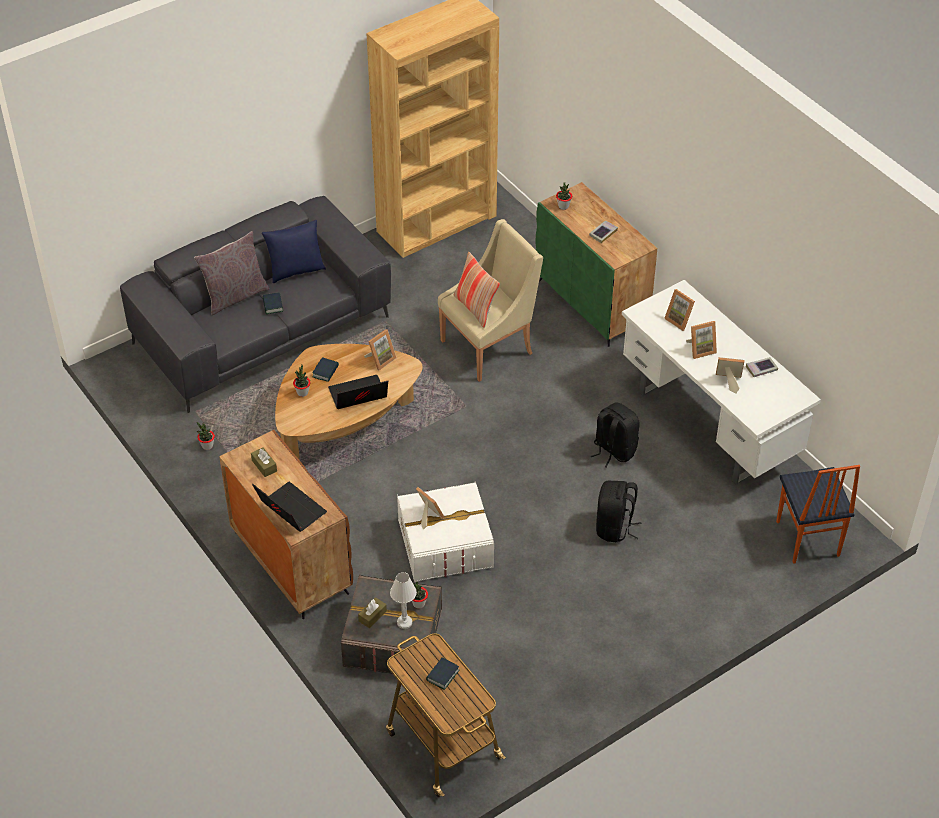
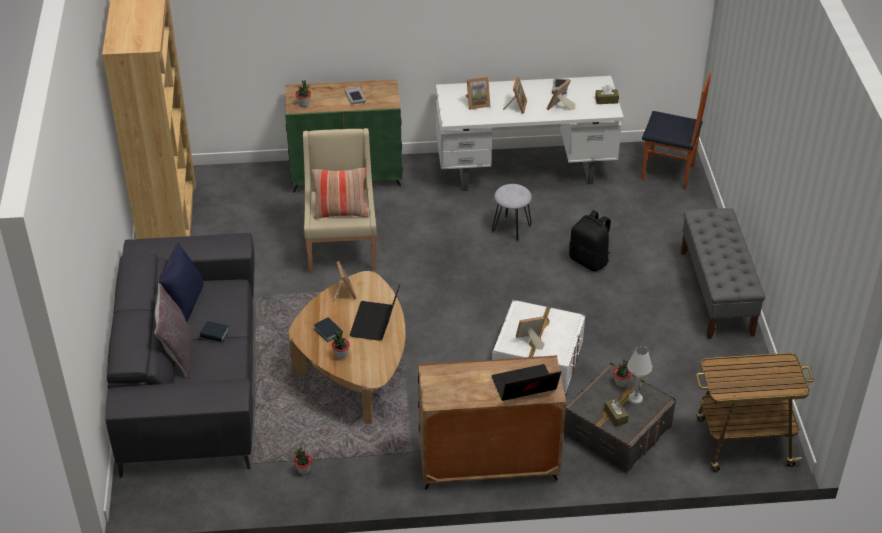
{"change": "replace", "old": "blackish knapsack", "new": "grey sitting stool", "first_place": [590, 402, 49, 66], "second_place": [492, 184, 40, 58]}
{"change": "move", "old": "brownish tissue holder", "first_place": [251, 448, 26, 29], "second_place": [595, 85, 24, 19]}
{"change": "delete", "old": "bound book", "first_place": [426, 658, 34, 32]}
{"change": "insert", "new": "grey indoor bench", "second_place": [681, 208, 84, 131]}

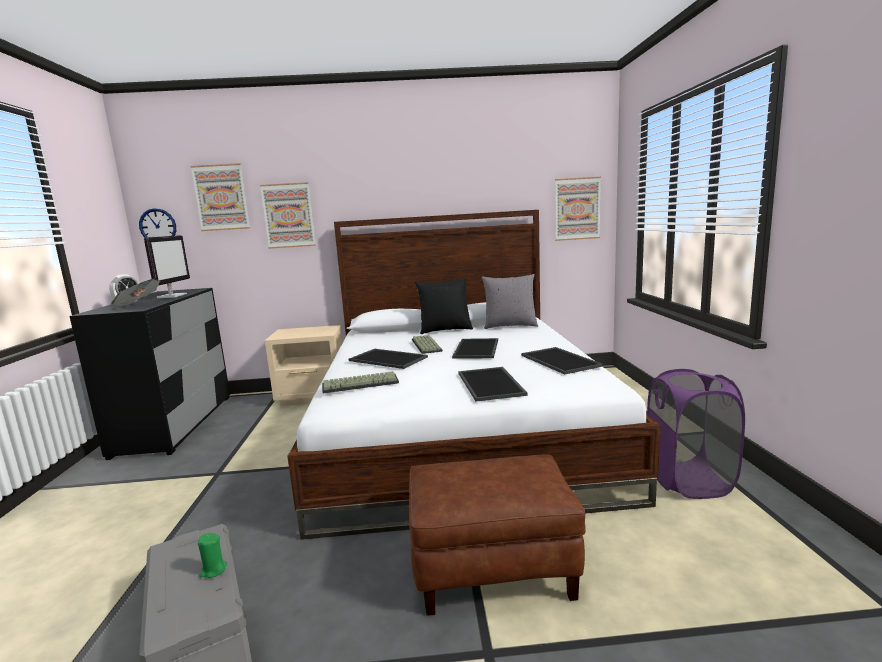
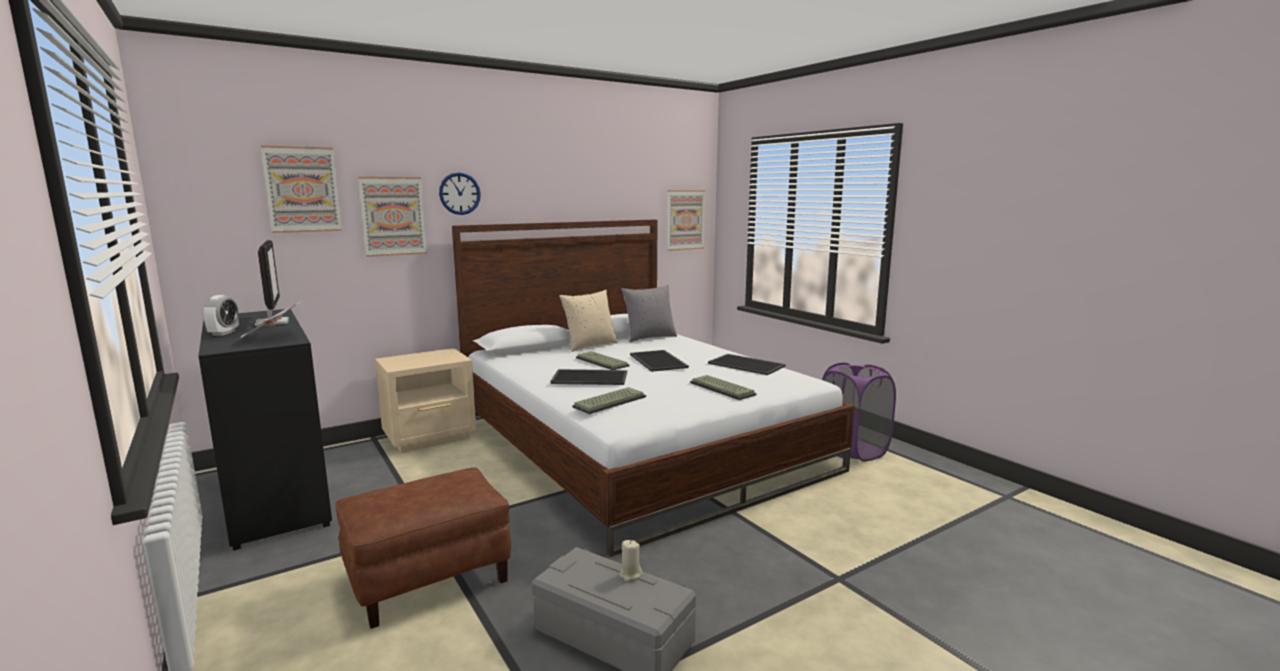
{"change": "move", "old": "clock on the wall", "first_place": [139, 208, 37, 30], "second_place": [439, 172, 42, 43]}
{"change": "recolor", "old": "blackish pillow", "new": "sand-coloured pillow", "first_place": [415, 278, 58, 56], "second_place": [559, 290, 59, 62]}
{"change": "replace", "old": "tray", "new": "keyboard", "first_place": [458, 367, 70, 35], "second_place": [690, 375, 67, 25]}
{"change": "move", "old": "brownish footrest", "first_place": [409, 454, 177, 162], "second_place": [336, 468, 175, 161]}
{"change": "recolor", "old": "green-coloured wax candle", "new": "sand-coloured wax candle", "first_place": [198, 533, 29, 45], "second_place": [619, 540, 23, 41]}

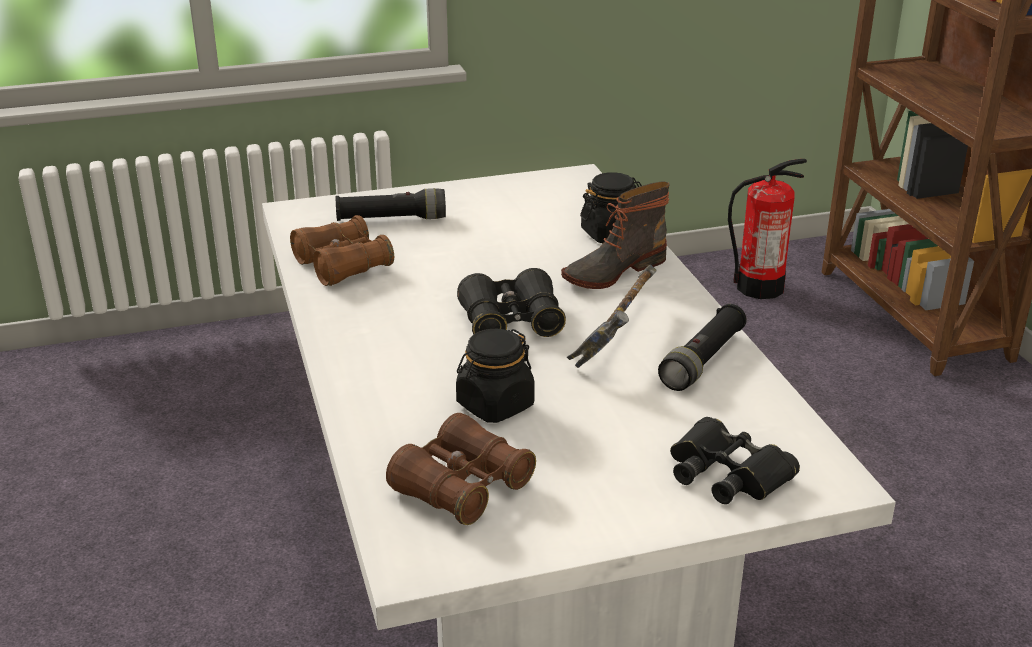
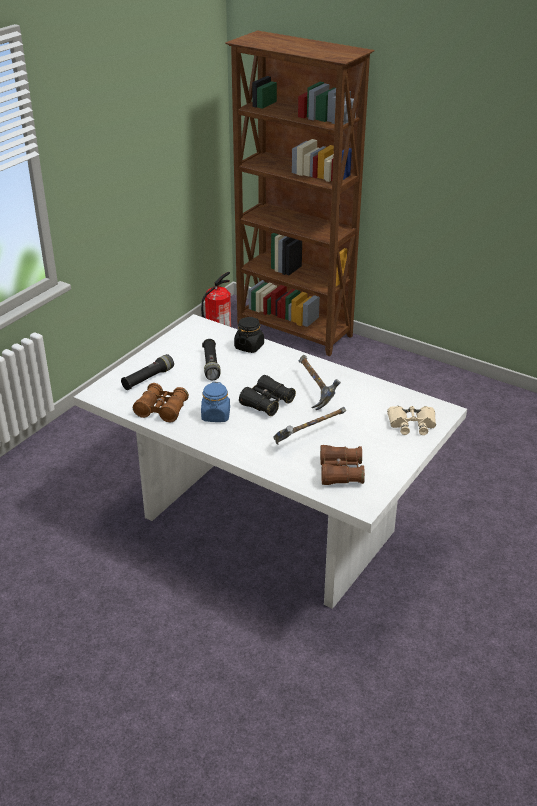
{"change": "delete", "old": "boot", "first_place": [561, 181, 109, 108]}
{"change": "move", "old": "blackish flashlight", "first_place": [658, 304, 89, 87], "second_place": [202, 339, 19, 41]}
{"change": "replace", "old": "blackish jar", "new": "hand hammer", "first_place": [456, 329, 79, 94], "second_place": [273, 407, 73, 38]}
{"change": "recolor", "old": "blackish field glasses", "new": "sand-coloured field glasses", "first_place": [670, 417, 130, 87], "second_place": [387, 406, 49, 29]}
{"change": "insert", "new": "bluish jar", "second_place": [201, 382, 29, 40]}

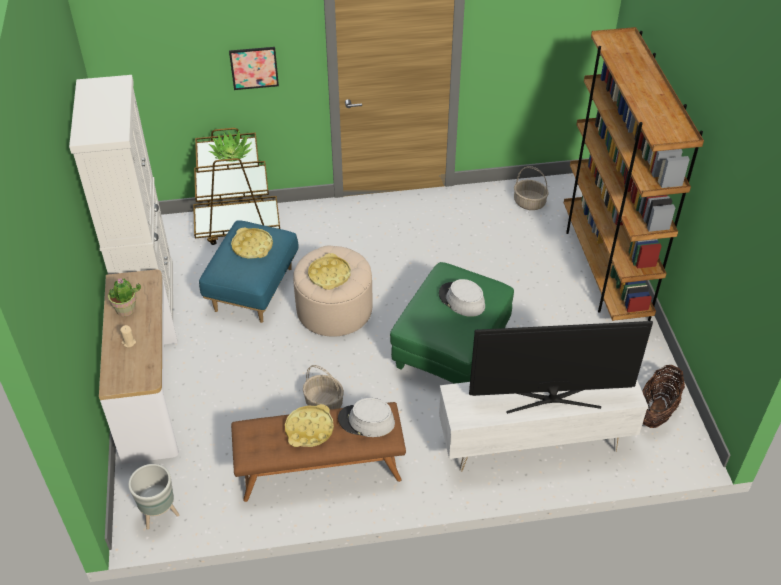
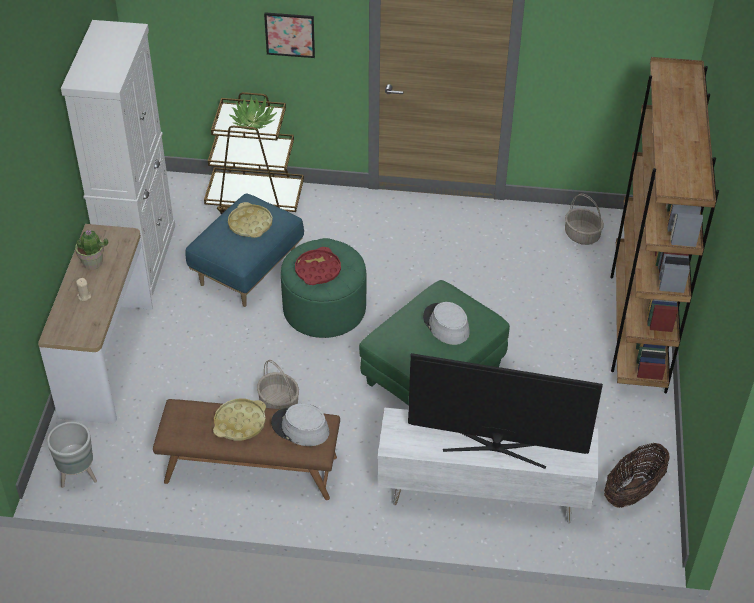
{"change": "recolor", "old": "sand-coloured footrest", "new": "green-coloured footrest", "first_place": [293, 246, 79, 91], "second_place": [281, 238, 85, 100]}
{"change": "recolor", "old": "yellow tray", "new": "reddish tray", "first_place": [308, 253, 43, 37], "second_place": [295, 247, 46, 38]}

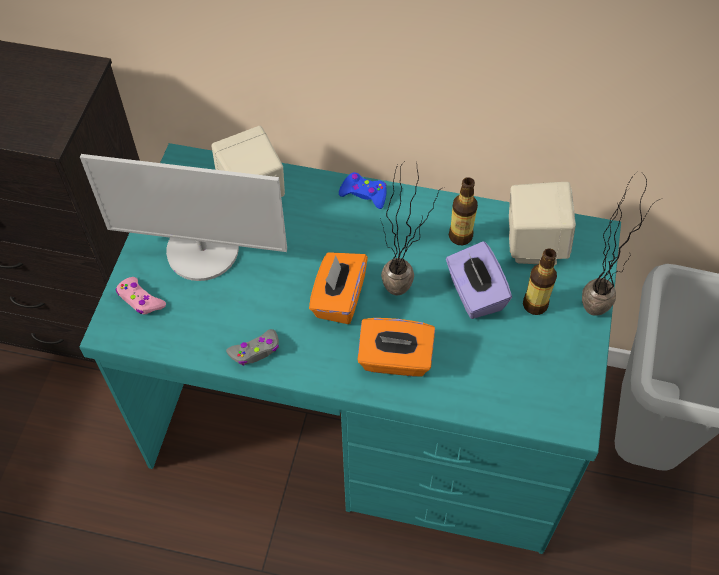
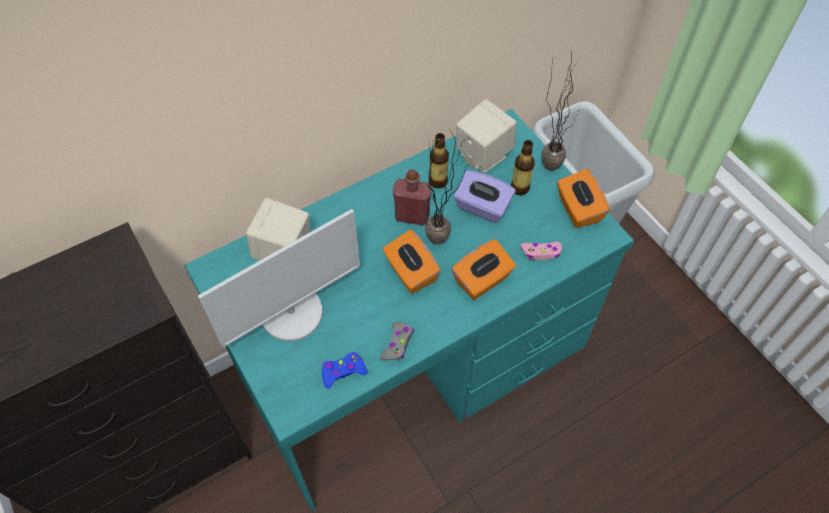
{"change": "move", "old": "bluish joypad", "first_place": [339, 172, 48, 37], "second_place": [322, 352, 45, 37]}
{"change": "move", "old": "pink-coloured joypad", "first_place": [116, 277, 50, 38], "second_place": [521, 241, 41, 19]}
{"change": "insert", "new": "reddish bottle", "second_place": [393, 169, 39, 57]}
{"change": "insert", "new": "orange-coloured tissue holder", "second_place": [557, 169, 53, 59]}

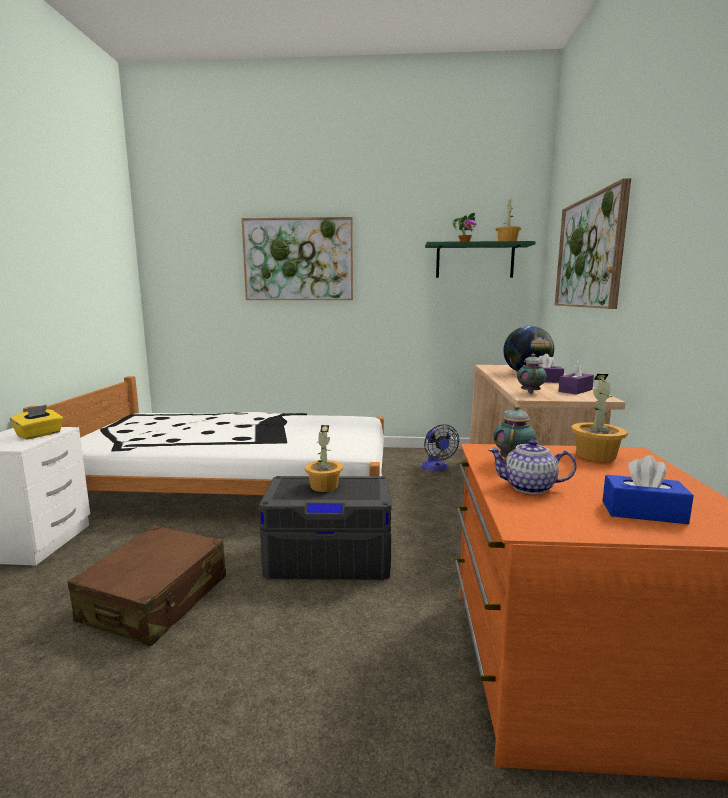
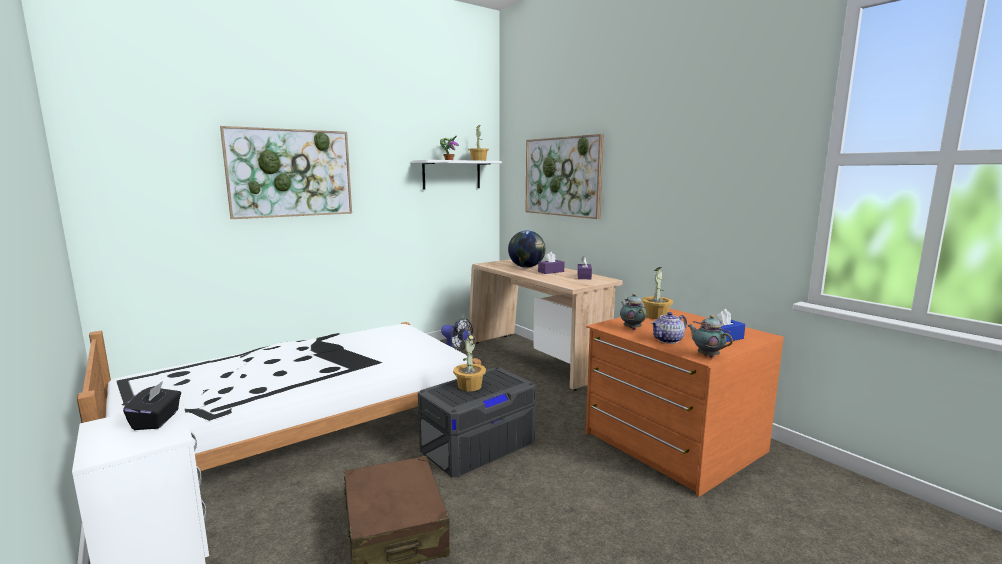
{"change": "recolor", "old": "green-coloured wall shelf", "new": "white wall shelf", "first_place": [425, 241, 111, 37], "second_place": [412, 160, 90, 29]}
{"change": "move", "old": "teapot", "first_place": [517, 354, 30, 40], "second_place": [687, 315, 46, 43]}
{"change": "recolor", "old": "yellow tissue holder", "new": "blackish tissue holder", "first_place": [10, 405, 53, 34], "second_place": [123, 381, 58, 49]}

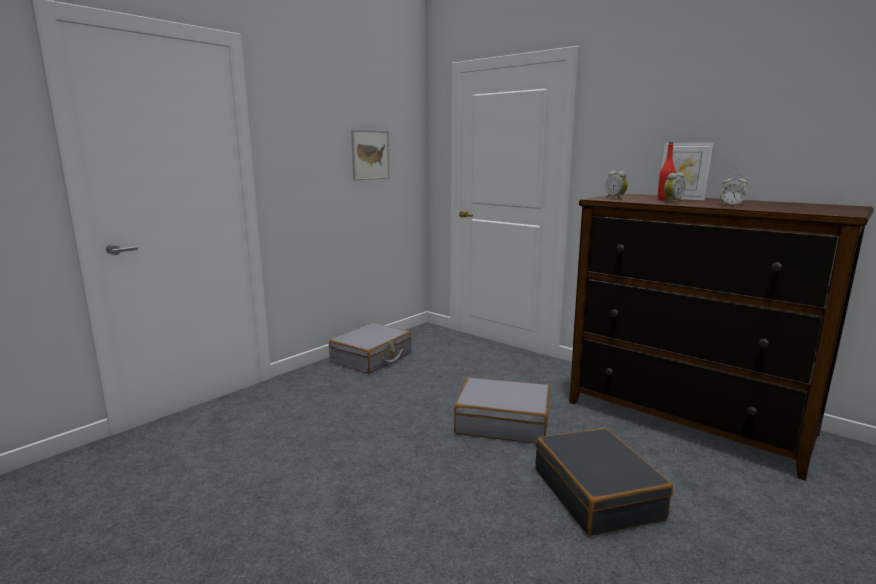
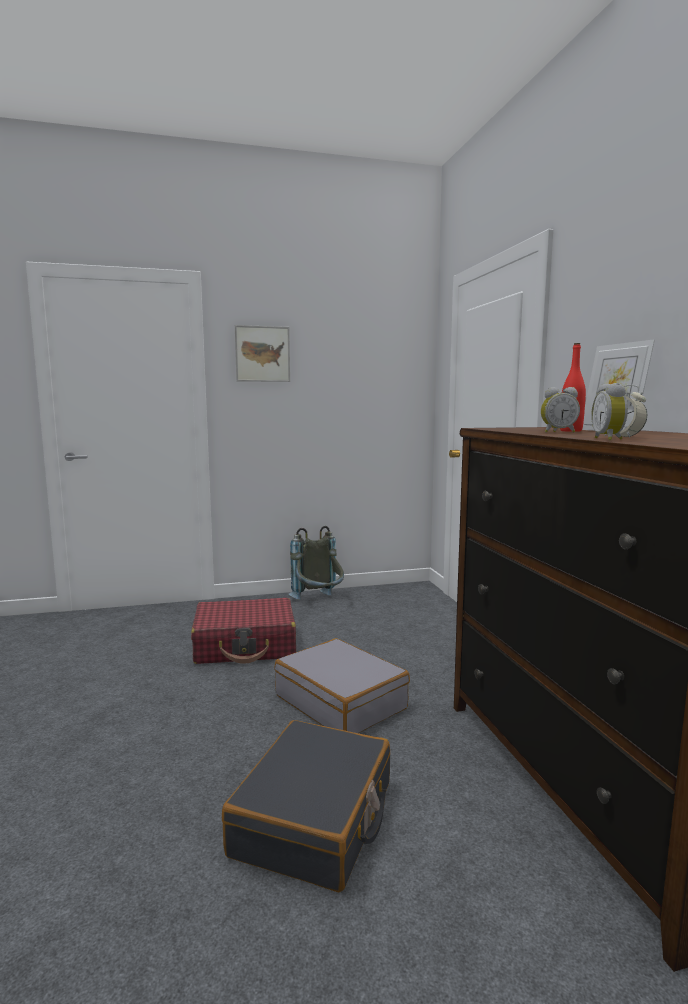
{"change": "move", "old": "picture", "first_place": [351, 130, 39, 50], "second_place": [235, 325, 55, 57]}
{"change": "move", "old": "alarm clock", "first_place": [605, 171, 23, 28], "second_place": [591, 383, 37, 57]}
{"change": "replace", "old": "grey suitcase", "new": "grey knapsack", "first_place": [329, 323, 82, 51], "second_place": [289, 526, 55, 74]}
{"change": "insert", "new": "reddish suitcase", "second_place": [191, 598, 105, 66]}

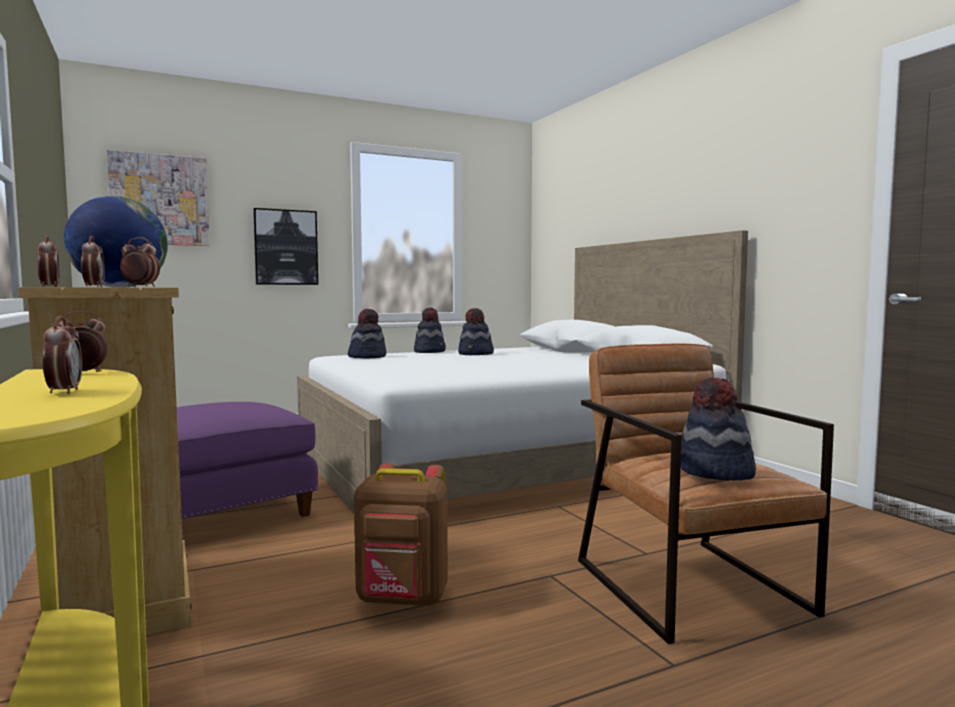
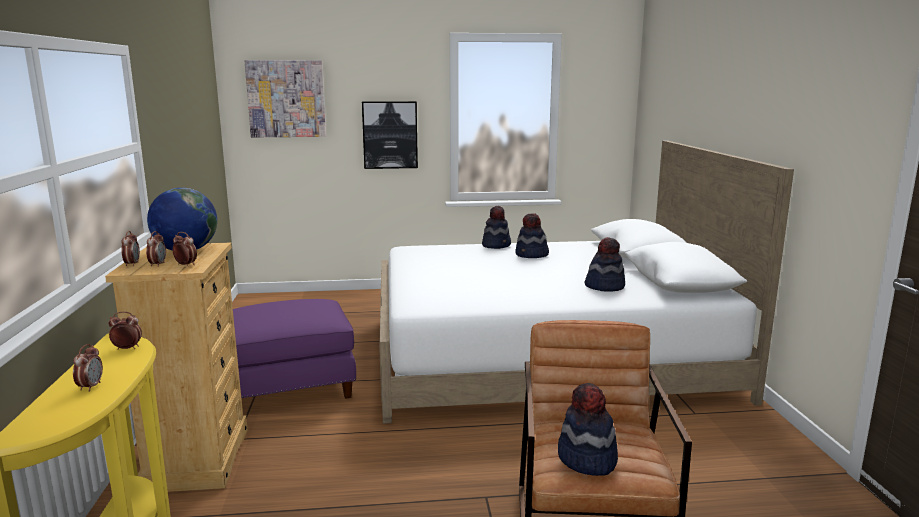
{"change": "move", "old": "clothing hat", "first_place": [348, 309, 38, 49], "second_place": [585, 237, 40, 55]}
{"change": "delete", "old": "brownish knapsack", "first_place": [354, 463, 94, 144]}

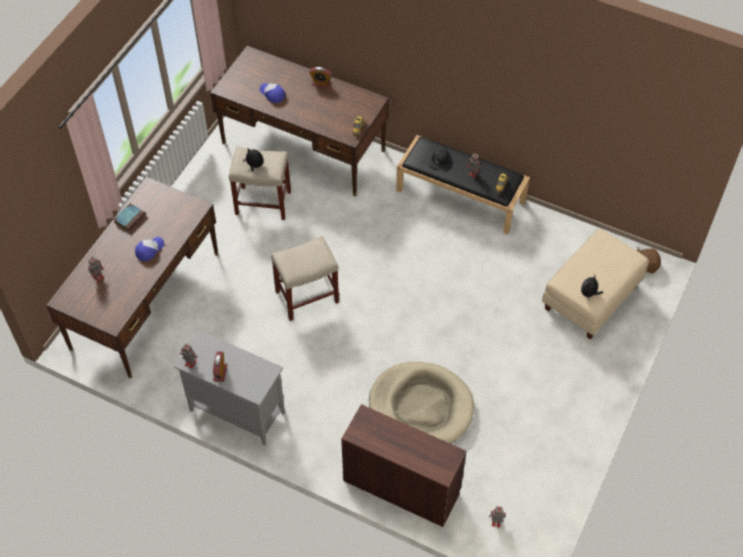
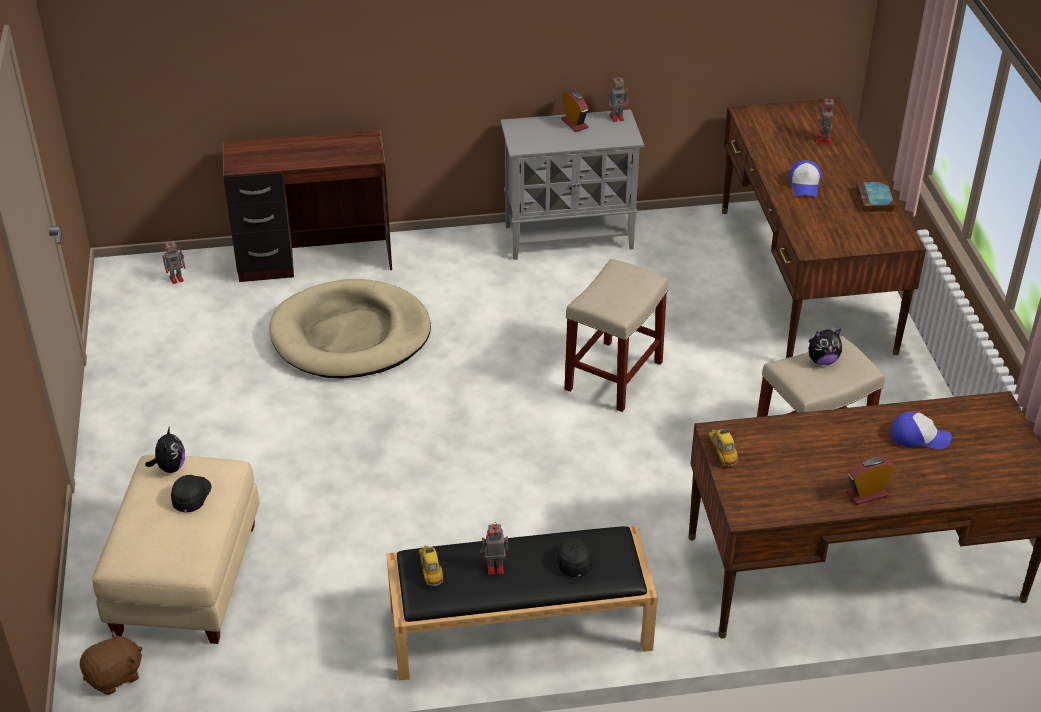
{"change": "insert", "new": "blackish baseball cap", "second_place": [171, 475, 41, 37]}

